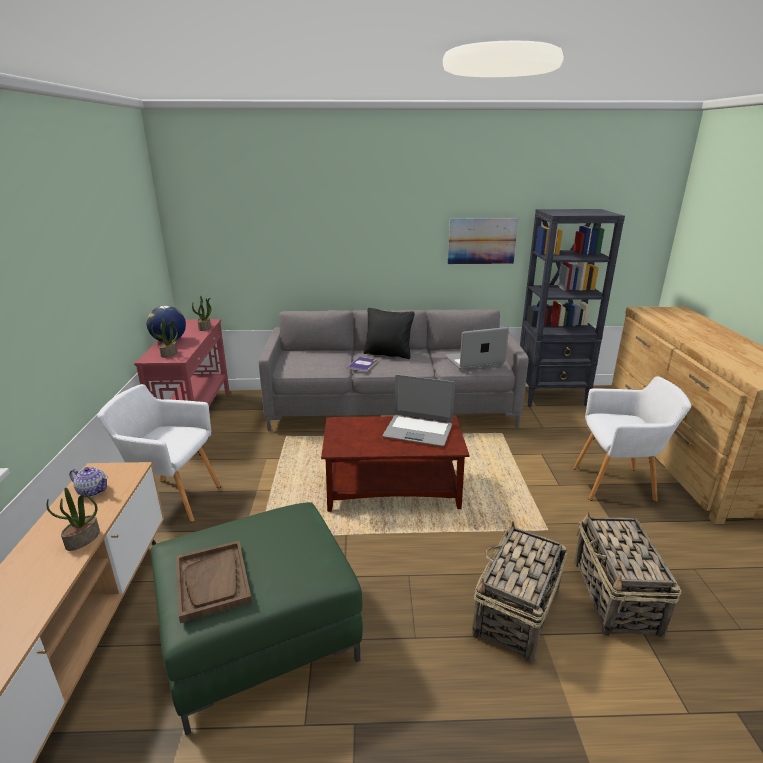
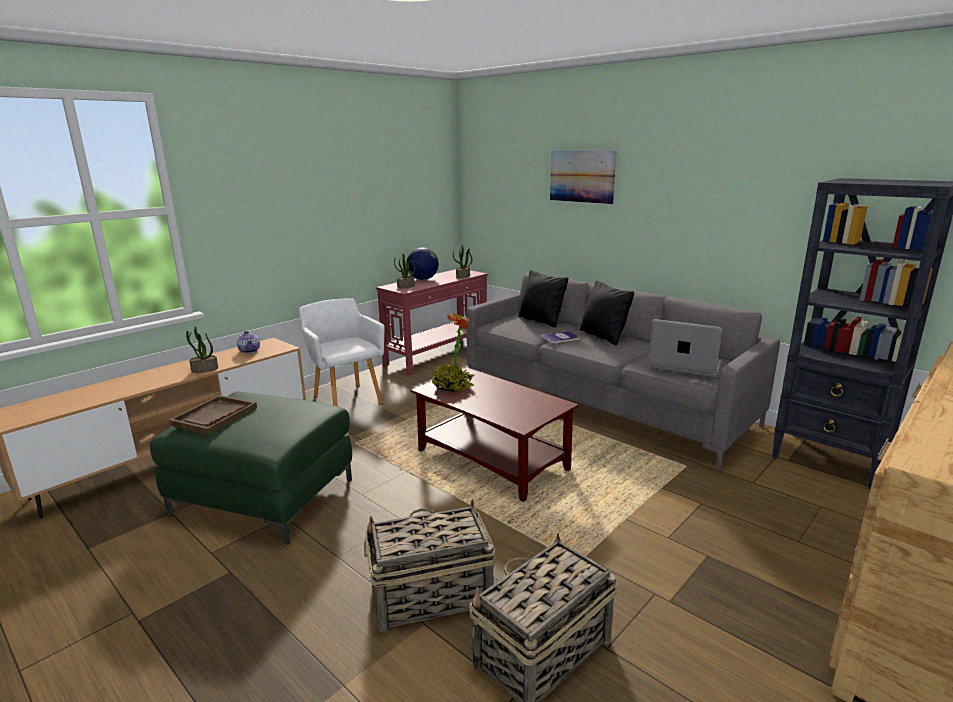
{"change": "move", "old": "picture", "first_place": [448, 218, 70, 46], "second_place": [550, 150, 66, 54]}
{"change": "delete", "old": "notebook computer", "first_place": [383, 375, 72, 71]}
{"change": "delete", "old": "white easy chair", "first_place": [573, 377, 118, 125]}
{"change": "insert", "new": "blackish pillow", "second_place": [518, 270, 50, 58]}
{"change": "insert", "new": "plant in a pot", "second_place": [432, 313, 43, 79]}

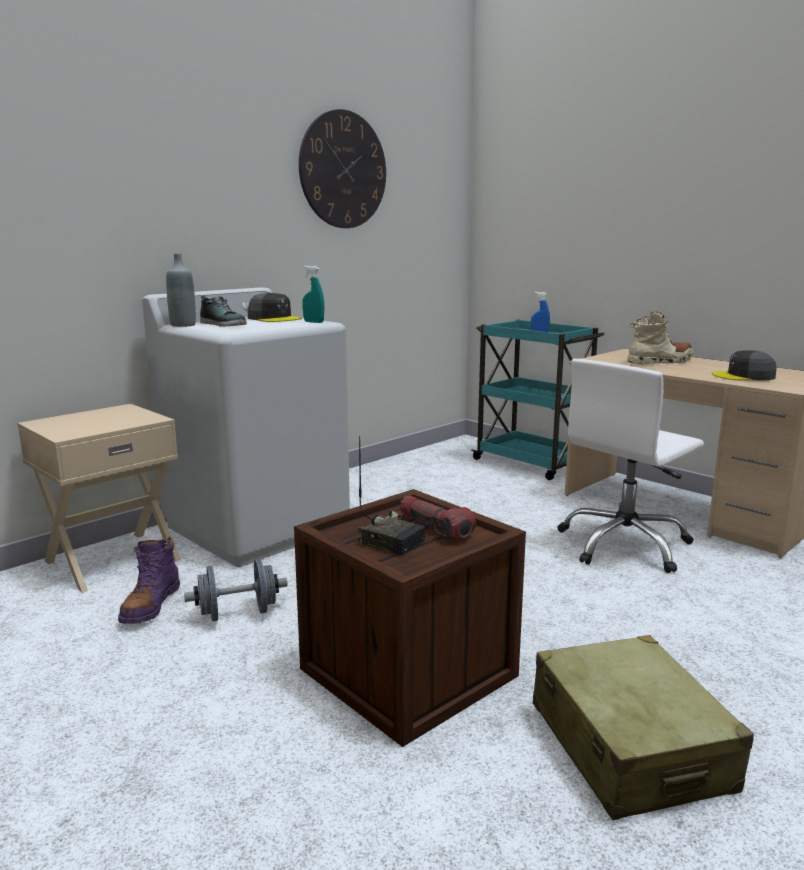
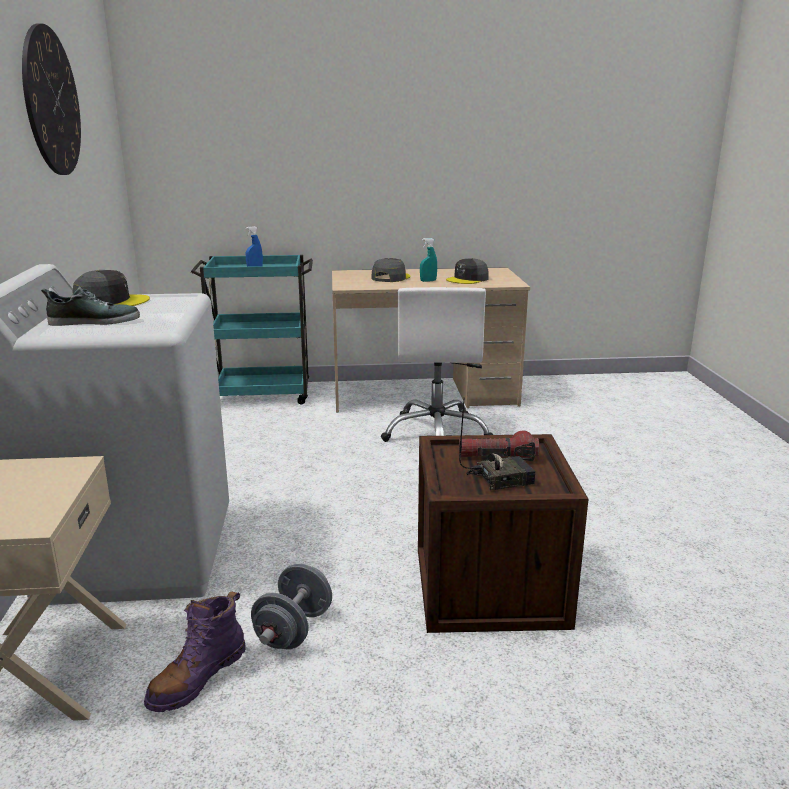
{"change": "delete", "old": "grey bottle", "first_place": [166, 253, 30, 74]}
{"change": "move", "old": "turquoise sprayer", "first_place": [303, 265, 22, 58], "second_place": [420, 238, 17, 44]}
{"change": "replace", "old": "sand-coloured boot", "new": "grey baseball cap", "first_place": [627, 311, 66, 54], "second_place": [372, 258, 38, 24]}
{"change": "rotate", "old": "purplish boot", "first_place": [118, 537, 62, 87], "second_place": [144, 591, 102, 121], "degrees": 75}
{"change": "delete", "old": "sand-coloured suitcase", "first_place": [533, 635, 221, 185]}

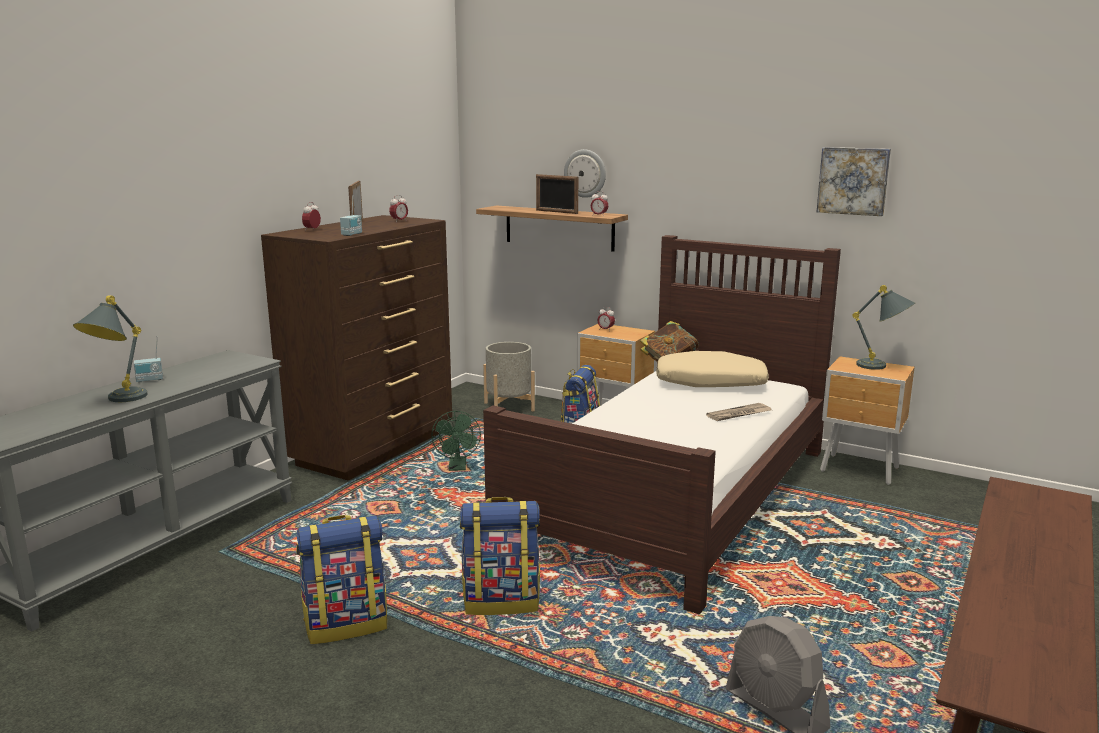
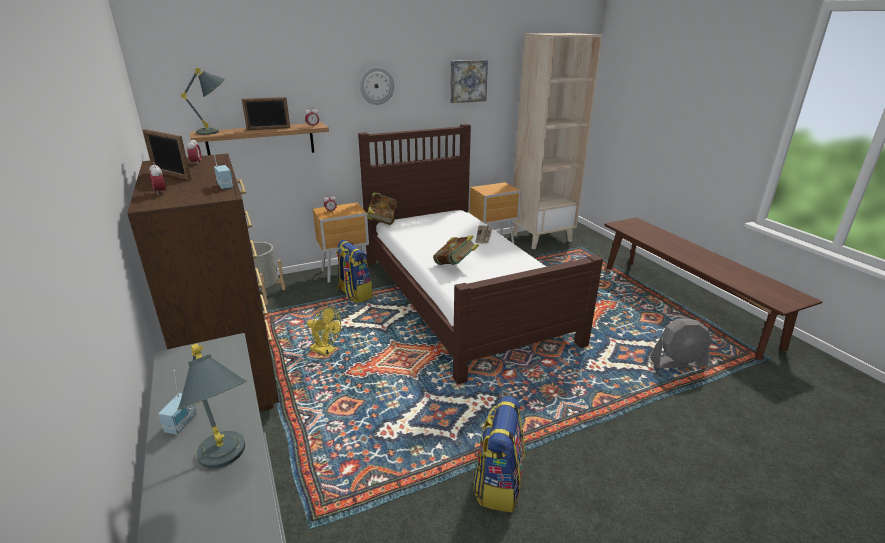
{"change": "move", "old": "clock on the wall", "first_place": [564, 149, 42, 49], "second_place": [360, 67, 34, 38]}
{"change": "move", "old": "grey tabletop lamp", "first_place": [852, 285, 64, 85], "second_place": [181, 68, 44, 67]}
{"change": "delete", "old": "sand-coloured pillow", "first_place": [656, 351, 113, 36]}
{"change": "recolor", "old": "green-coloured cooling fan", "new": "yellow cooling fan", "first_place": [431, 411, 50, 60], "second_place": [307, 307, 34, 49]}
{"change": "delete", "old": "knapsack", "first_place": [460, 497, 80, 118]}
{"change": "insert", "new": "sand-coloured bookshelf", "second_place": [512, 33, 91, 216]}
{"change": "insert", "new": "bound book", "second_place": [433, 235, 46, 30]}

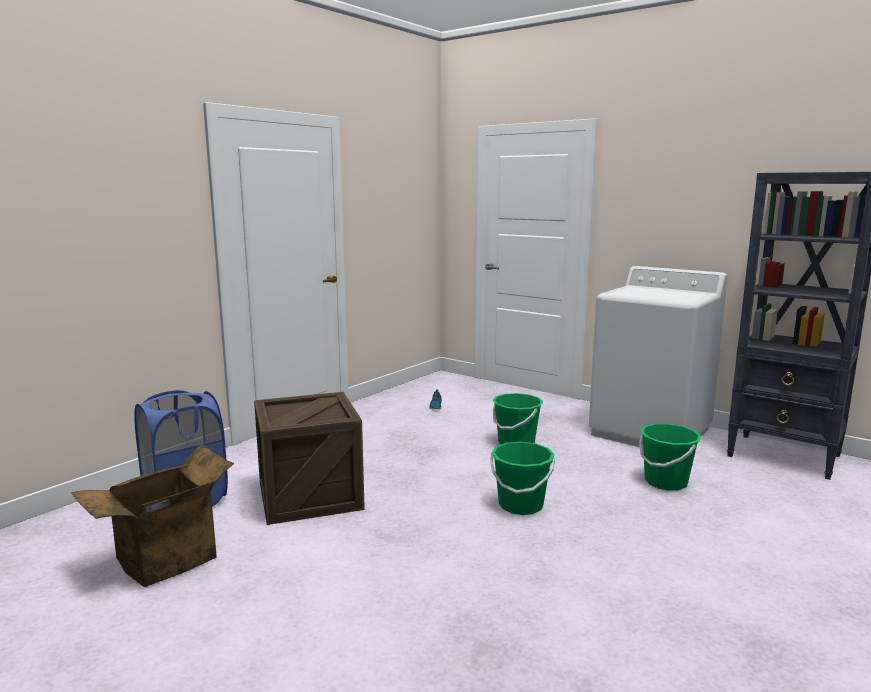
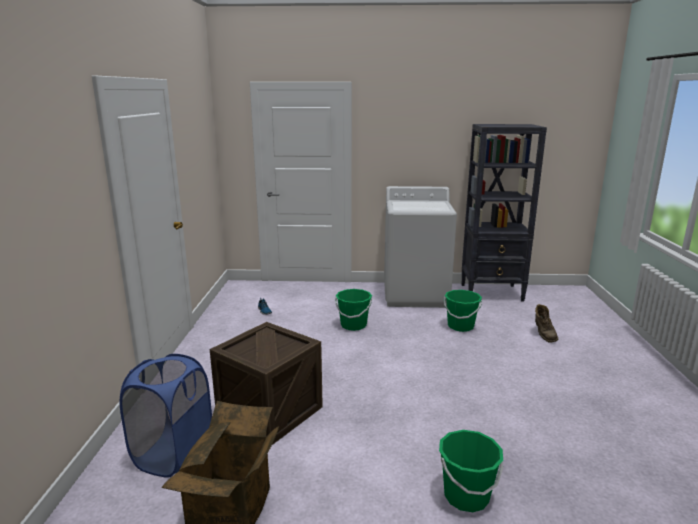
{"change": "move", "old": "green-coloured pail", "first_place": [490, 442, 65, 73], "second_place": [439, 430, 64, 82]}
{"change": "insert", "new": "brownish boot", "second_place": [535, 304, 23, 38]}

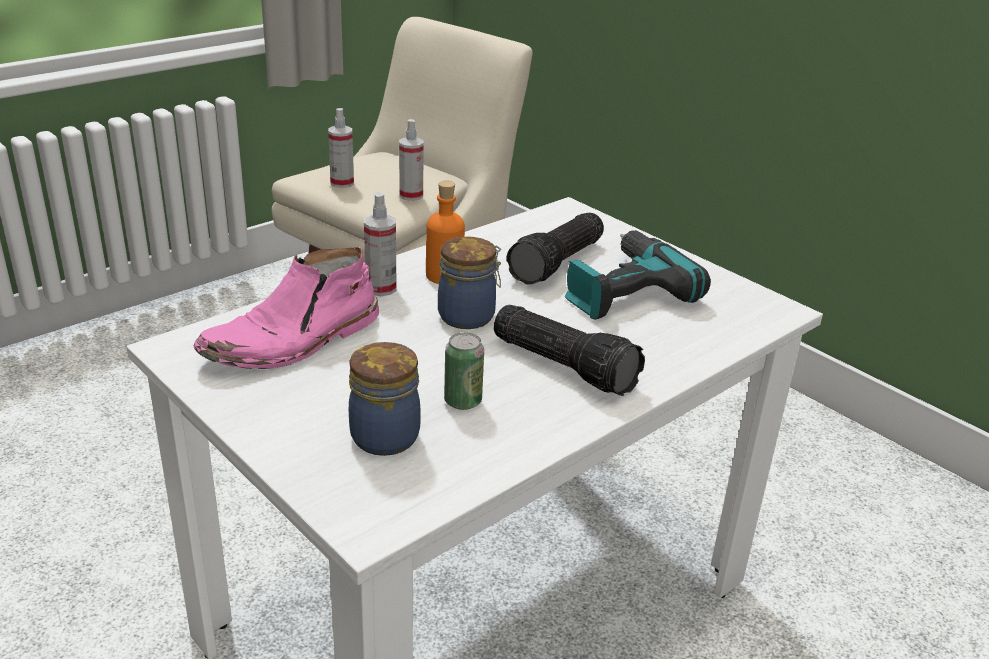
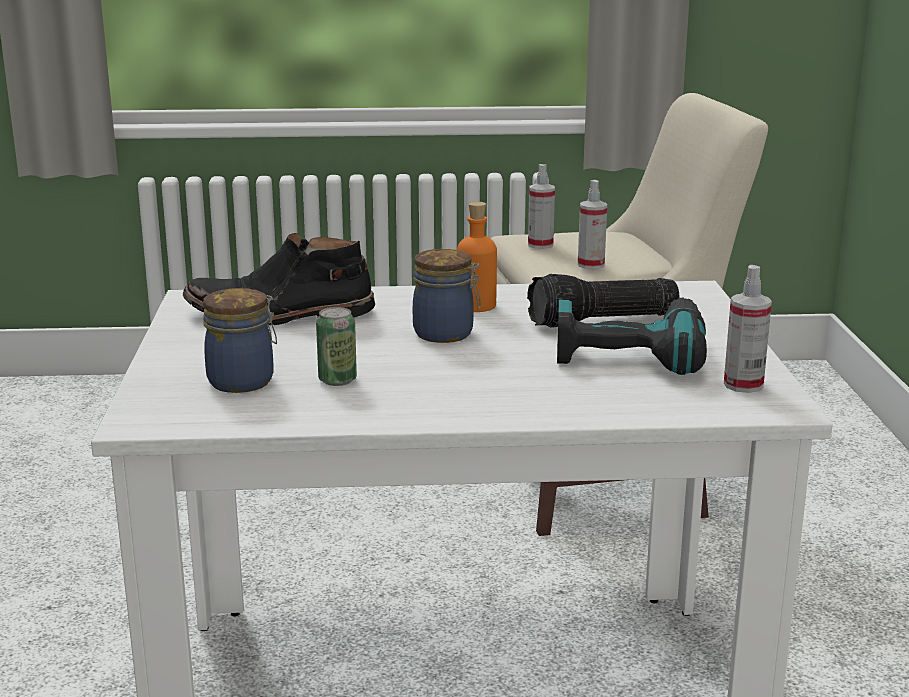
{"change": "move", "old": "sprayer", "first_place": [364, 192, 32, 104], "second_place": [724, 265, 48, 128]}
{"change": "recolor", "old": "pink-coloured boot", "new": "blackish boot", "first_place": [194, 247, 185, 122], "second_place": [183, 233, 192, 93]}
{"change": "delete", "old": "flashlight", "first_place": [494, 305, 151, 91]}

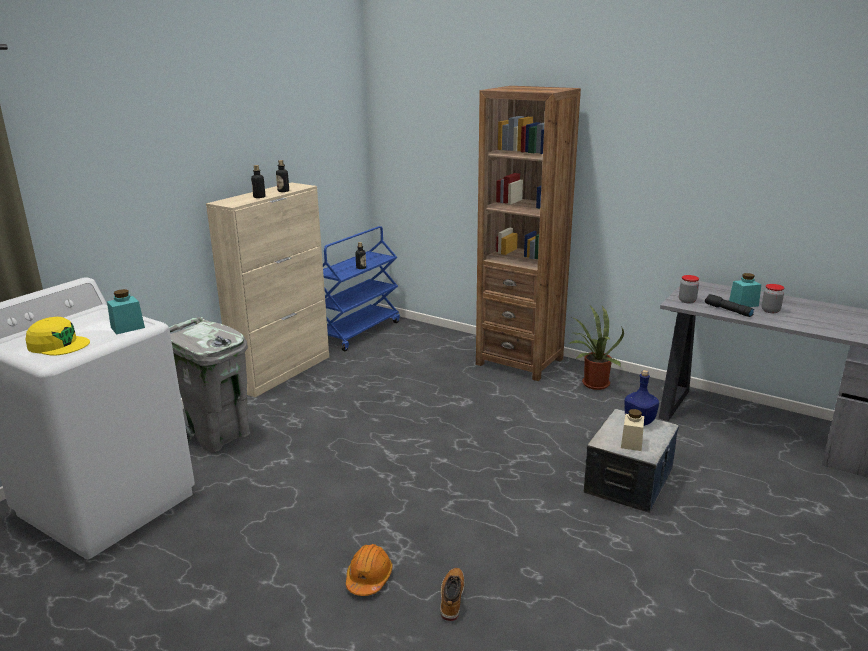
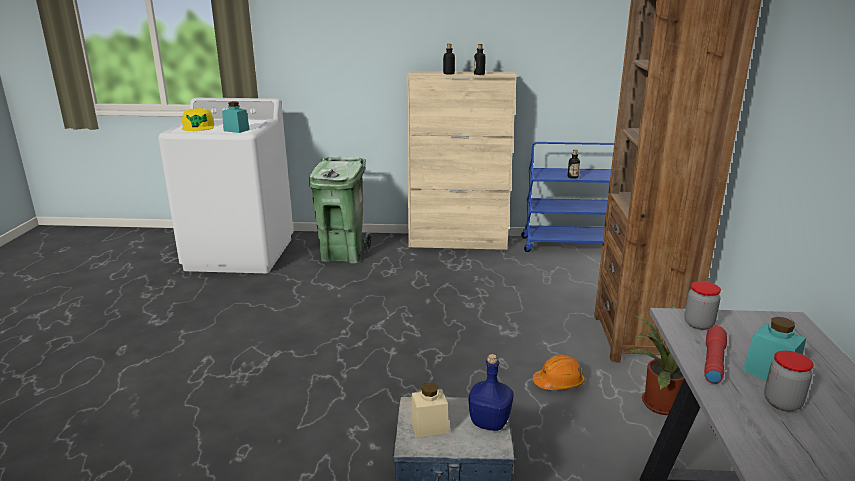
{"change": "recolor", "old": "blackish flashlight", "new": "reddish flashlight", "first_place": [705, 294, 49, 23], "second_place": [704, 326, 23, 58]}
{"change": "recolor", "old": "grey trash can", "new": "green-coloured trash can", "first_place": [169, 317, 81, 136], "second_place": [309, 157, 63, 107]}
{"change": "move", "old": "orange-coloured work helmet", "first_place": [346, 544, 47, 52], "second_place": [533, 354, 52, 36]}
{"change": "delete", "old": "boot", "first_place": [440, 568, 24, 53]}

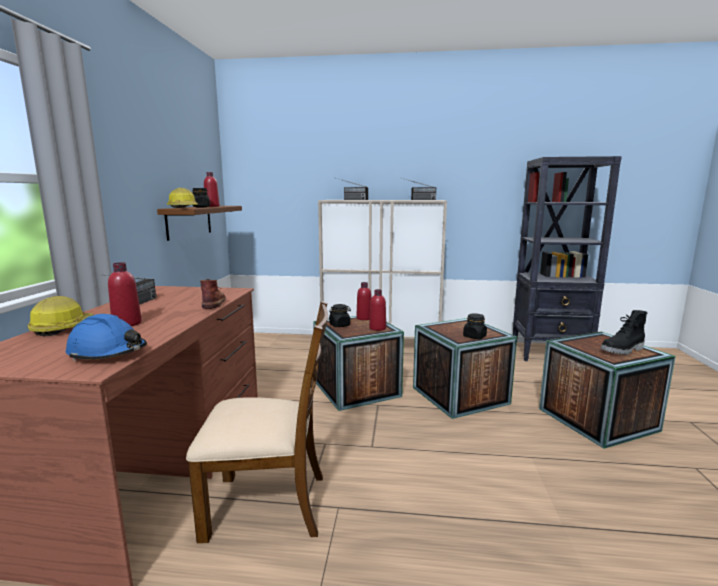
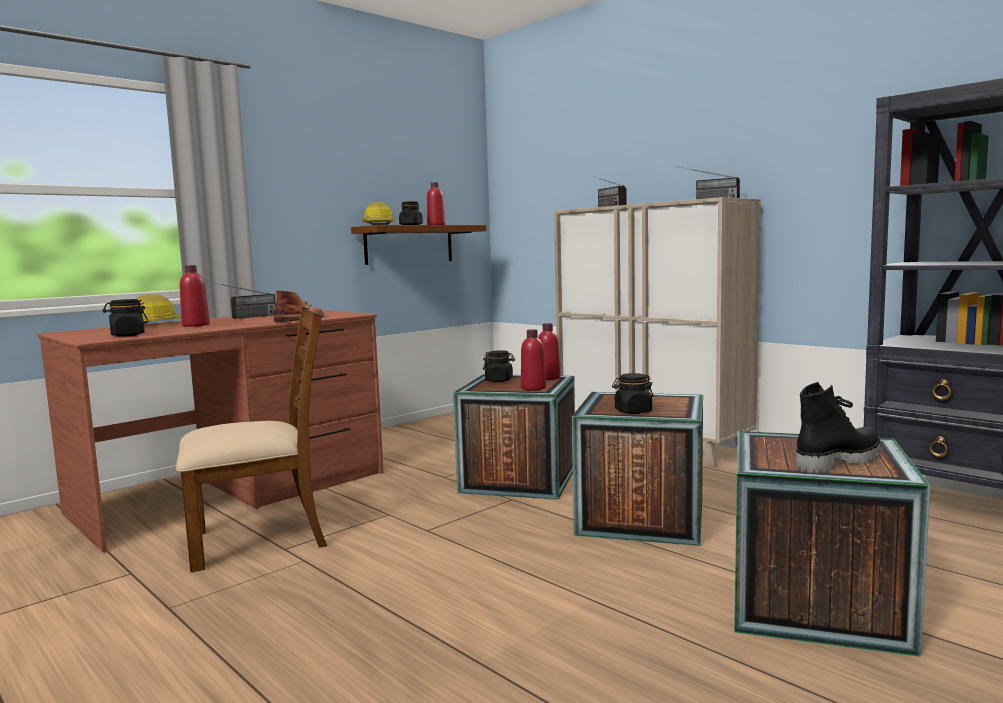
{"change": "rotate", "old": "brownish plain chair", "first_place": [186, 301, 142, 242], "second_place": [176, 306, 151, 266], "degrees": -60}
{"change": "rotate", "old": "blackish boot", "first_place": [600, 310, 48, 45], "second_place": [796, 382, 85, 91], "degrees": 135}
{"change": "replace", "old": "bluish work helmet", "new": "blackish jar", "first_place": [66, 314, 81, 47], "second_place": [102, 299, 46, 38]}

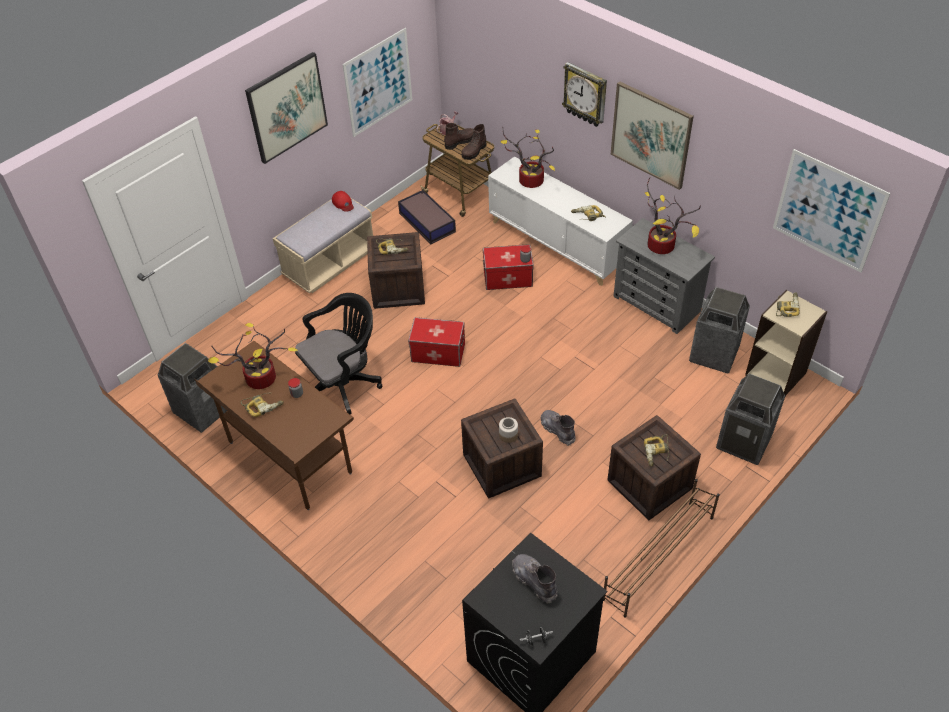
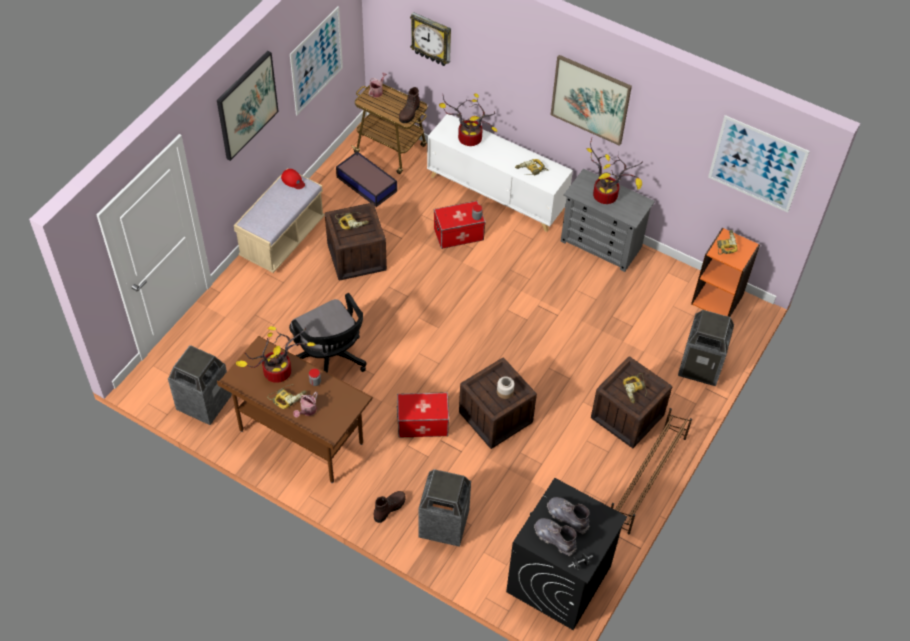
{"change": "move", "old": "clock on the wall", "first_place": [562, 62, 45, 65], "second_place": [410, 12, 41, 54]}
{"change": "move", "old": "brownish boot", "first_place": [444, 123, 30, 27], "second_place": [373, 491, 33, 32]}
{"change": "move", "old": "trash can", "first_place": [689, 287, 61, 87], "second_place": [418, 469, 53, 78]}
{"change": "recolor", "old": "sand-coloured bookshelf", "new": "orange-coloured bookshelf", "first_place": [745, 290, 82, 105], "second_place": [691, 227, 69, 90]}
{"change": "rotate", "old": "blackish desk chair", "first_place": [295, 293, 87, 121], "second_place": [289, 293, 77, 80], "degrees": 105}
{"change": "move", "old": "storage bin", "first_place": [408, 317, 57, 50], "second_place": [397, 392, 53, 46]}
{"change": "move", "old": "grey boot", "first_place": [541, 410, 34, 36], "second_place": [534, 518, 43, 38]}
{"change": "insert", "new": "watering pot", "second_place": [293, 392, 25, 25]}

